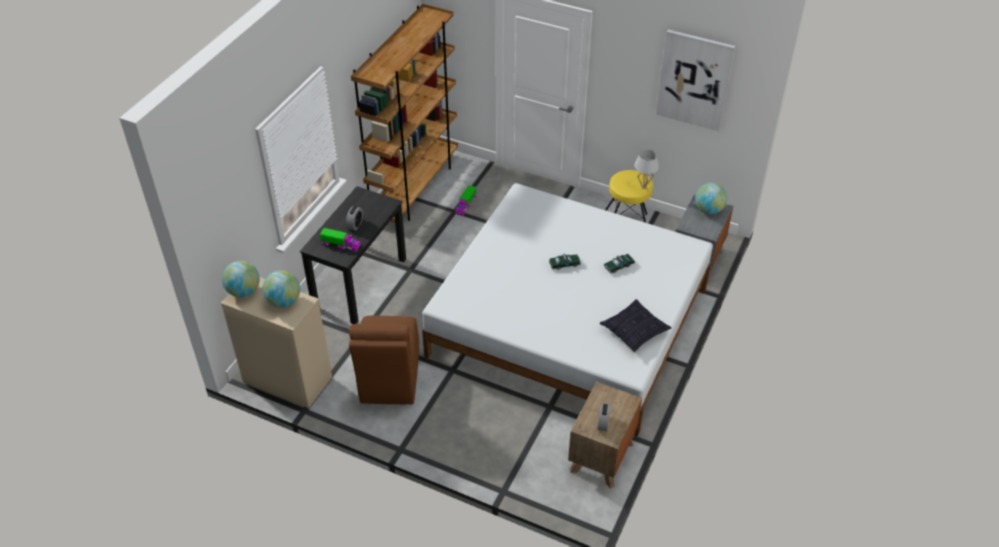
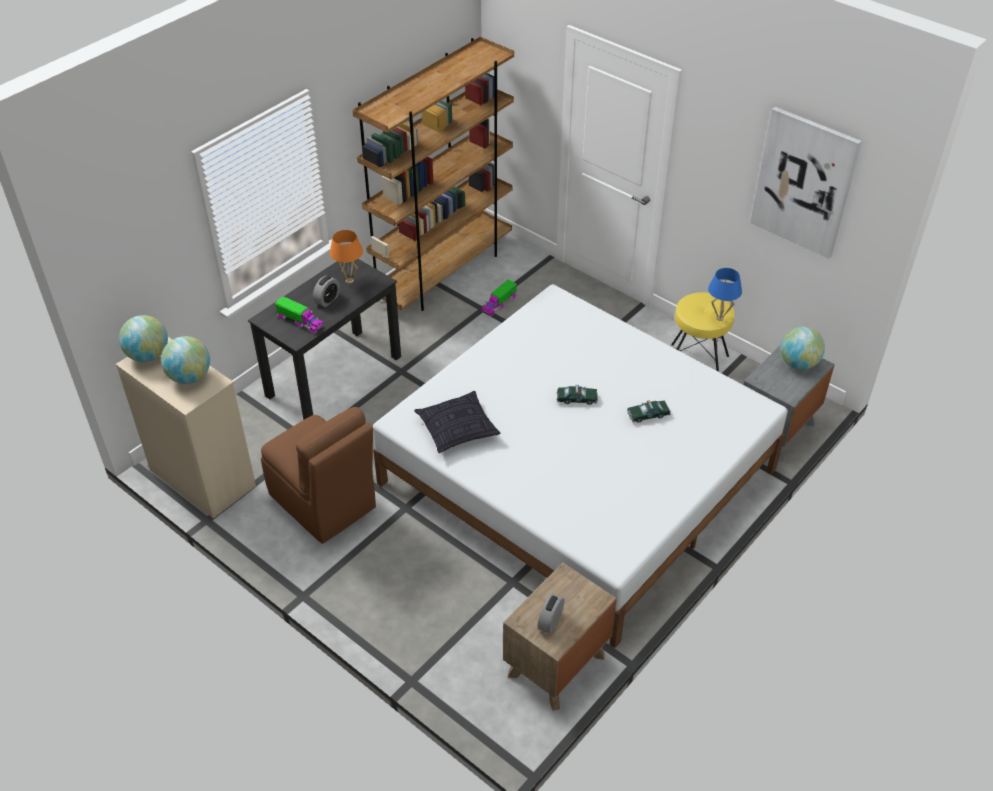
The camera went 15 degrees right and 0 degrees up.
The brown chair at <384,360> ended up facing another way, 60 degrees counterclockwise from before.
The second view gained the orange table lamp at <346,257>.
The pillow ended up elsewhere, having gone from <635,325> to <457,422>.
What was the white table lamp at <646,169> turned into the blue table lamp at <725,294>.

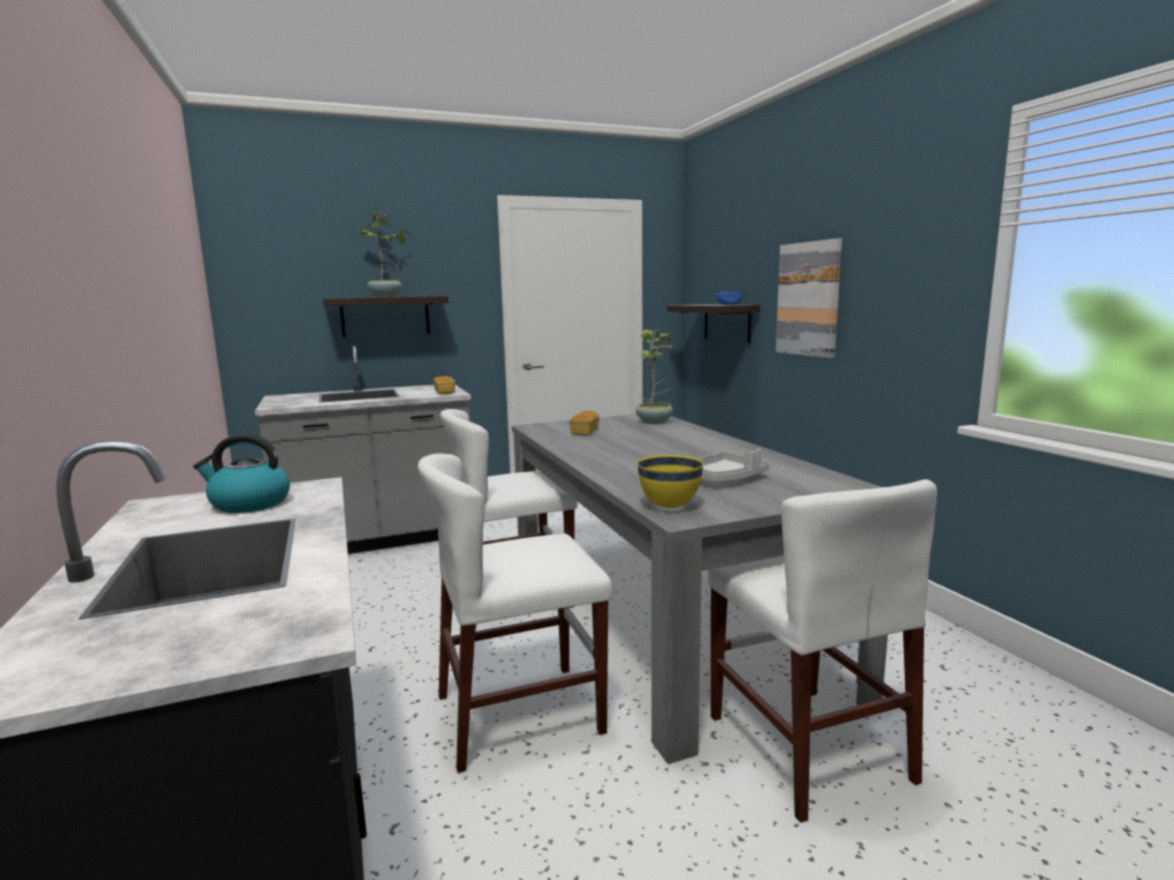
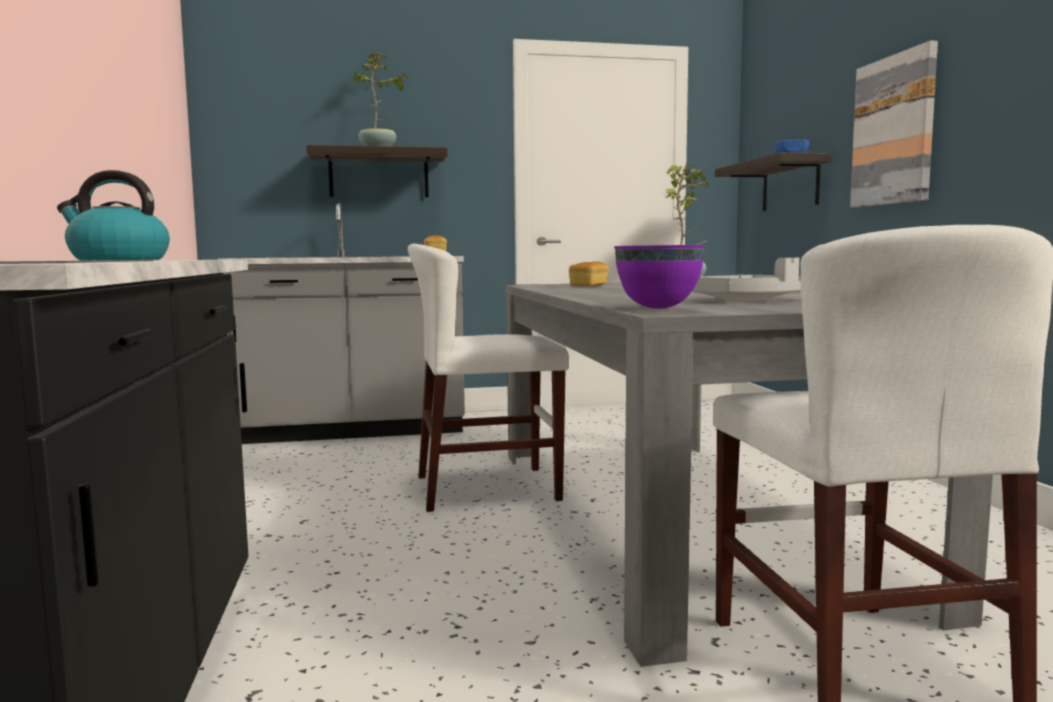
The camera went 10 degrees right and 5 degrees down.
What was the yellow bowl at <670,481> turned into the purple bowl at <660,277>.
The second view lost the white chair at <515,613>.

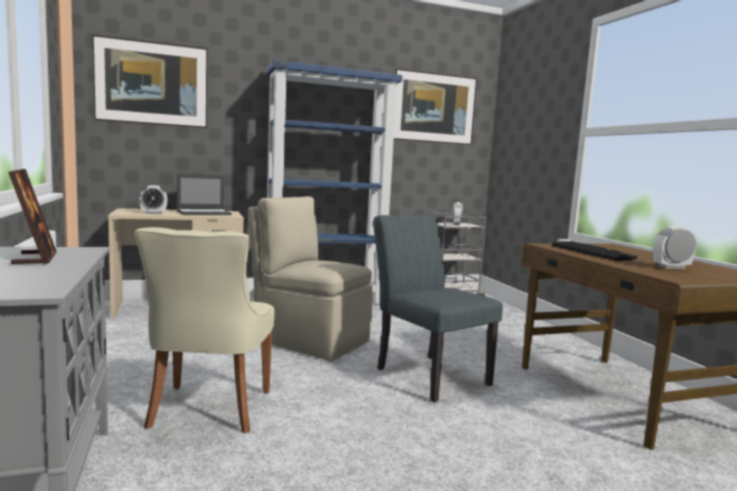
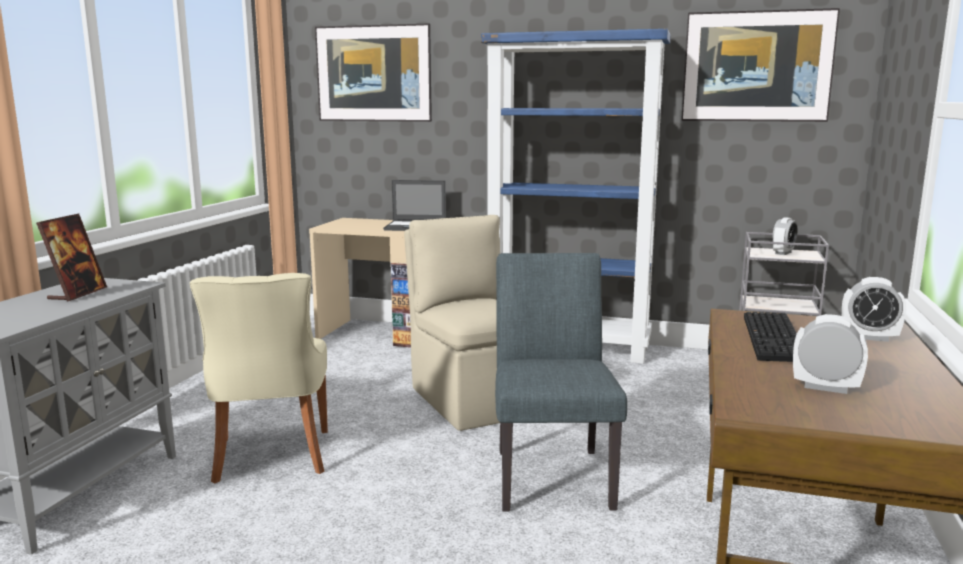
The camera went 35 degrees right and 5 degrees up.
The beige chair at <204,330> ended up facing another way, 45 degrees counterclockwise from before.
The alarm clock ended up elsewhere, having gone from <154,199> to <874,309>.

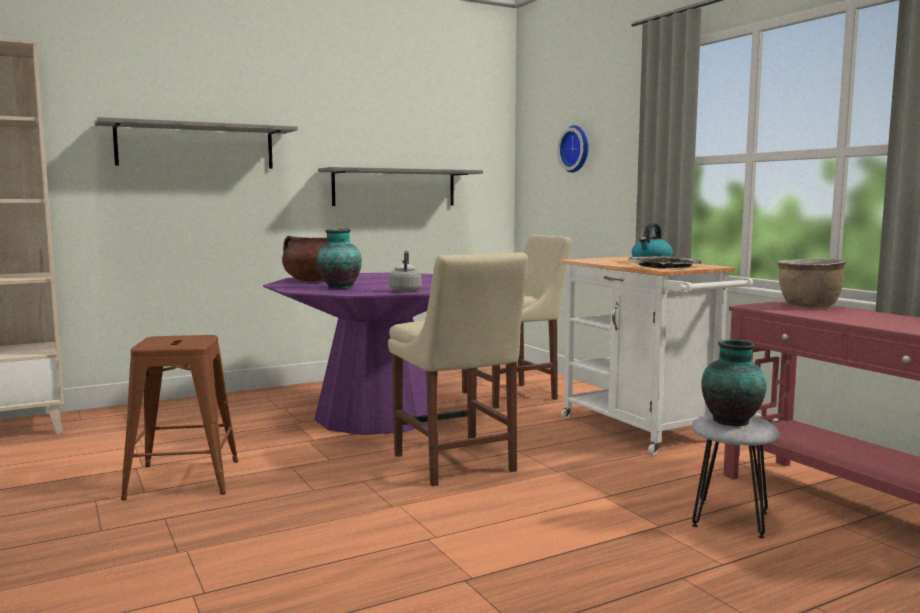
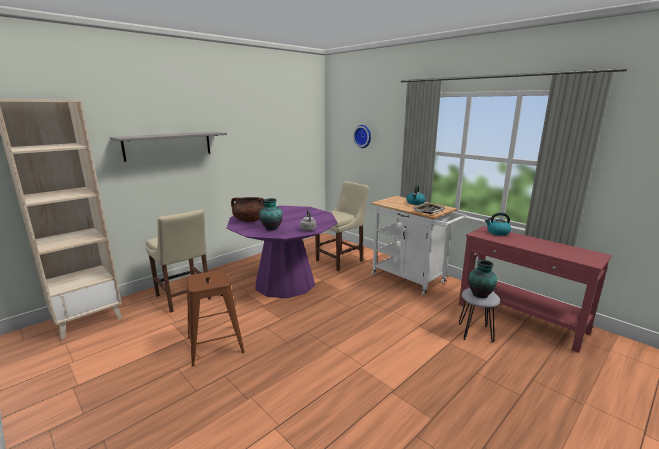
The camera went 15 degrees left and 10 degrees up.
The beige chair ended up elsewhere, having gone from <458,369> to <178,261>.
Where the brown cooking pot stood at <811,283>, the kettle came to stand at <498,224>.
The second view lost the grey shelf at <400,186>.

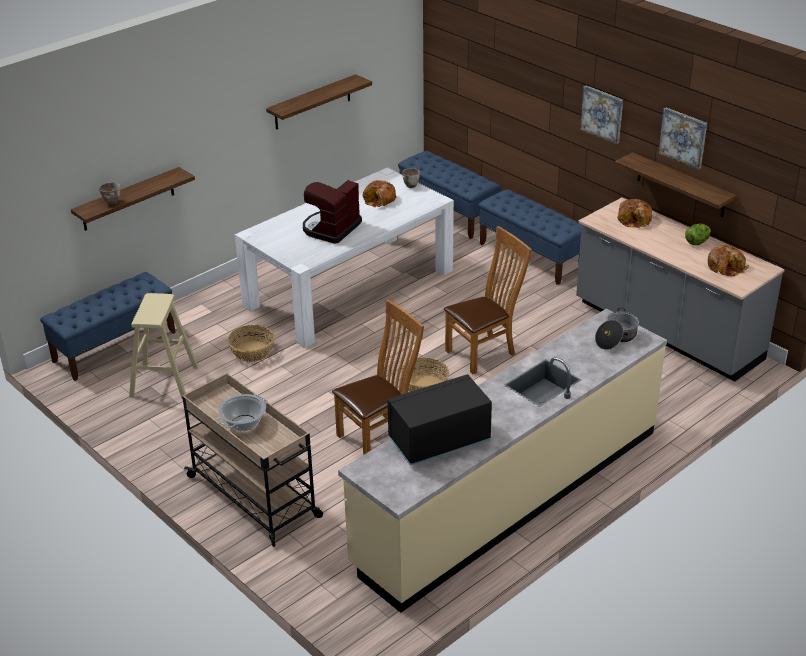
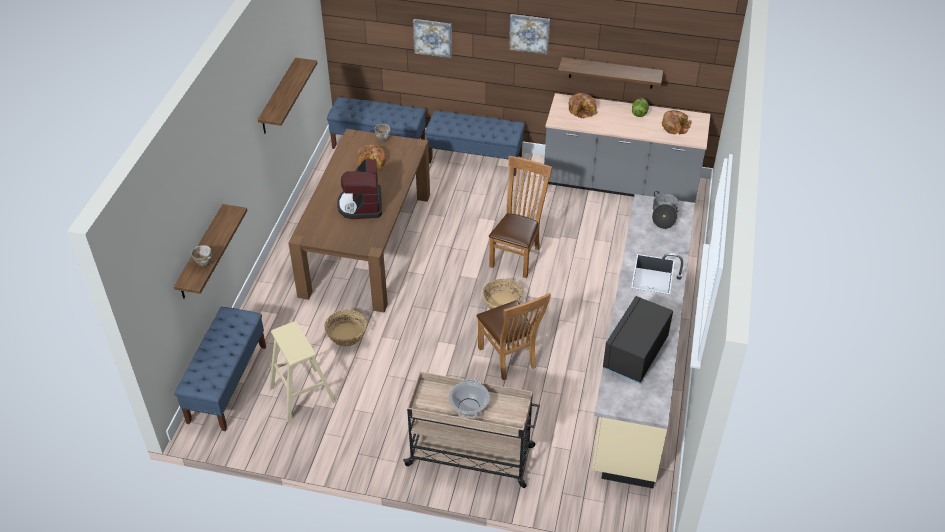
The camera went 35 degrees left and 10 degrees up.
What was the white dining table at <344,257> turned into the brown dining table at <359,220>.
The picture ended up elsewhere, having gone from <682,139> to <432,38>.
The brown chair at <378,377> ended up facing another way, 135 degrees clockwise from before.

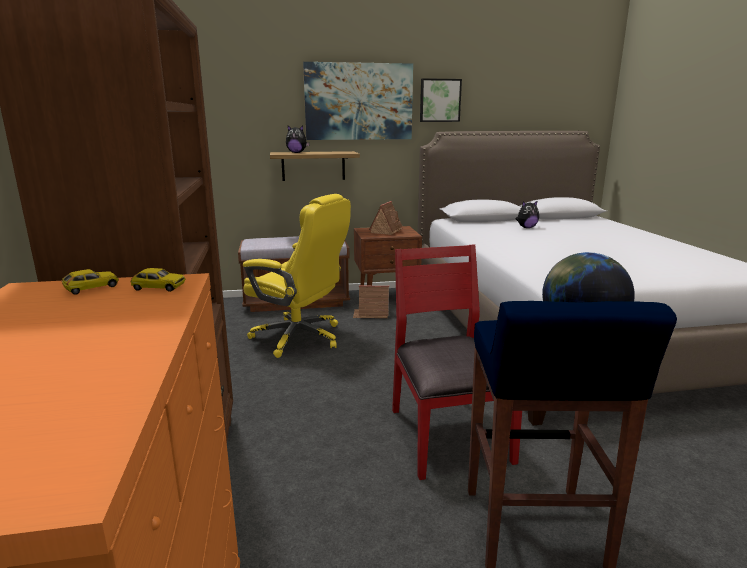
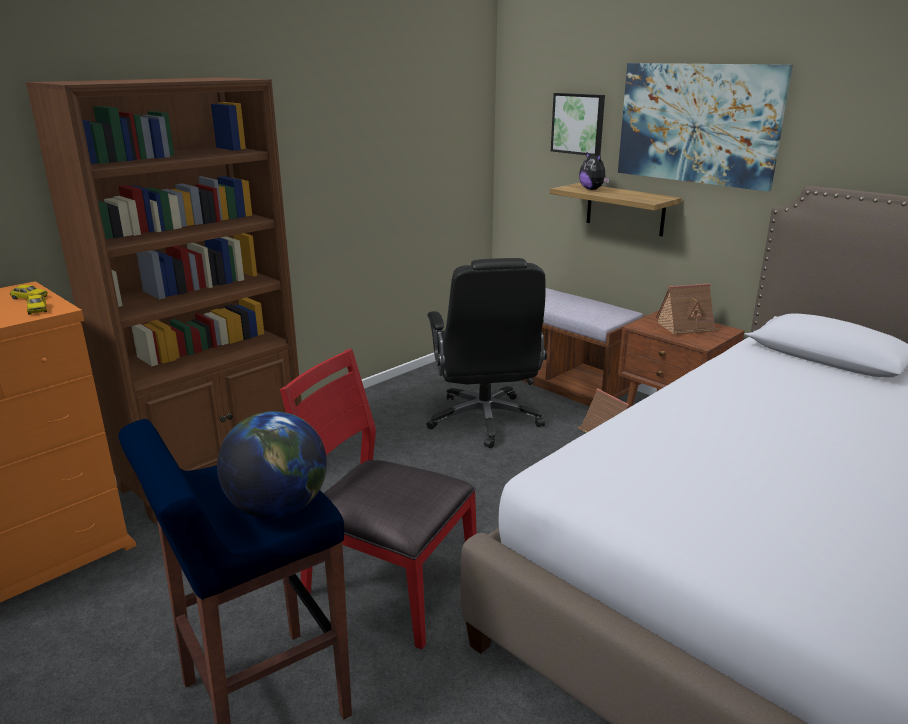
The camera went 55 degrees right and 5 degrees up.
The red chair at <457,362> ended up facing another way, 105 degrees counterclockwise from before.
What was the yellow office chair at <297,276> turned into the black office chair at <486,353>.
The picture ended up elsewhere, having gone from <441,100> to <578,124>.
The second view lost the plush toy at <527,214>.

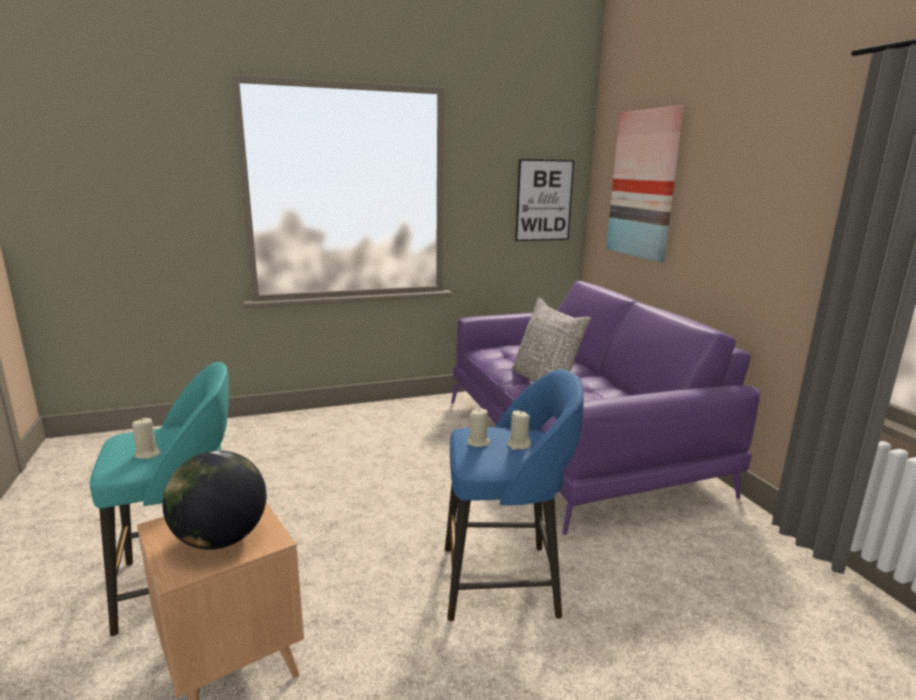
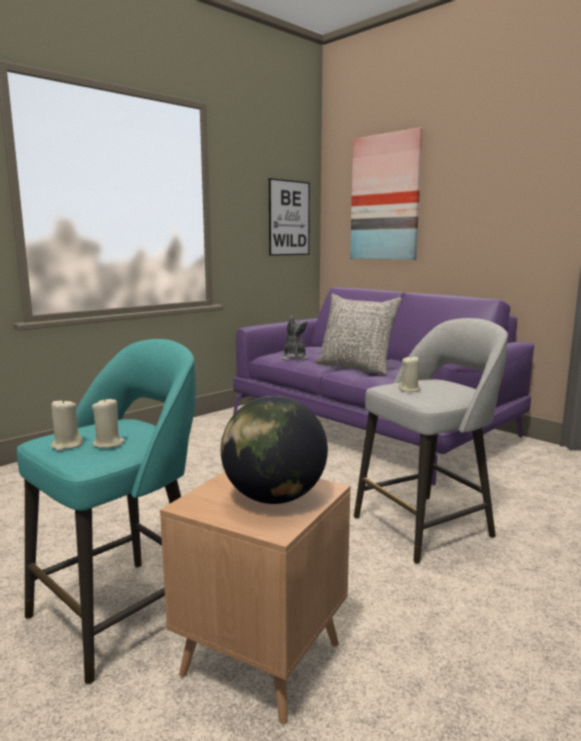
The camera went 25 degrees left and 5 degrees down.
The beige candle ended up elsewhere, having gone from <519,430> to <67,425>.
The second view gained the plush toy at <294,338>.
What was the blue stool at <514,495> turned into the grey stool at <431,441>.

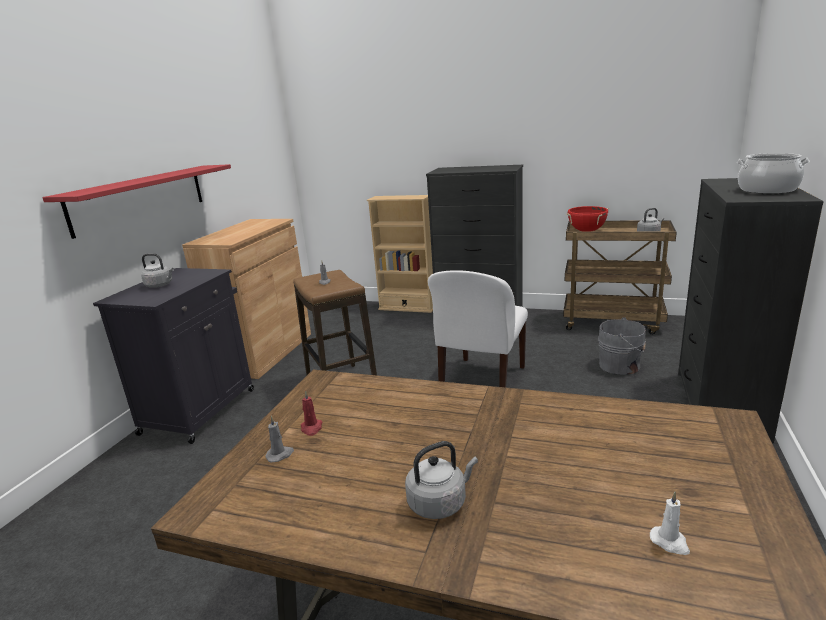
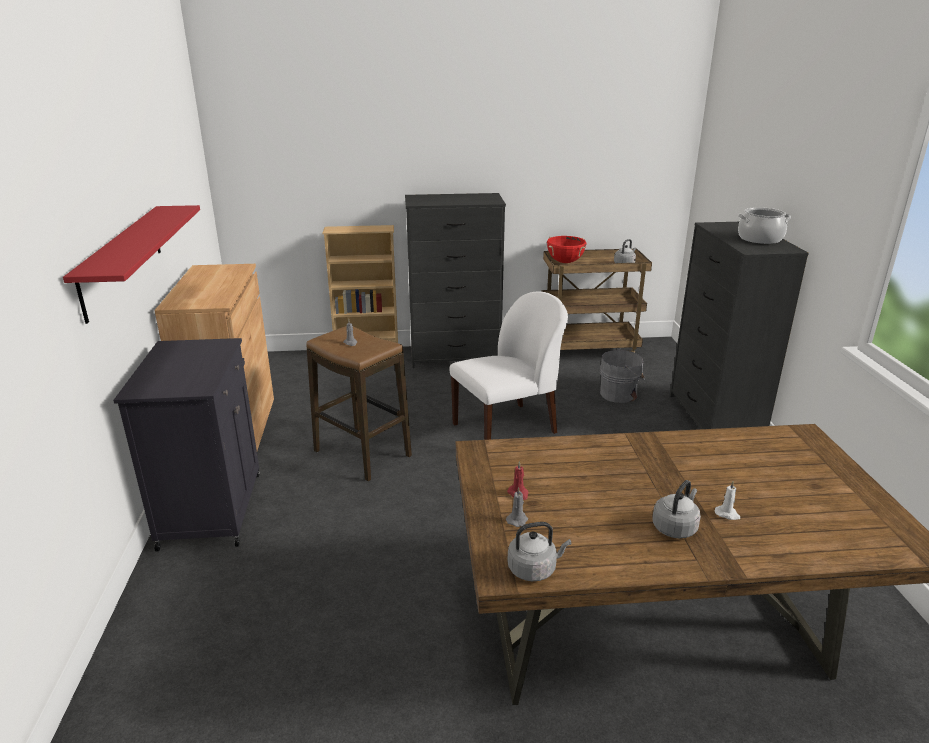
The camera went 25 degrees left and 5 degrees up.
The white chair at <478,328> ended up facing another way, 120 degrees counterclockwise from before.
The grey kettle ended up elsewhere, having gone from <157,270> to <539,551>.
The white candle ended up elsewhere, having gone from <670,523> to <727,500>.

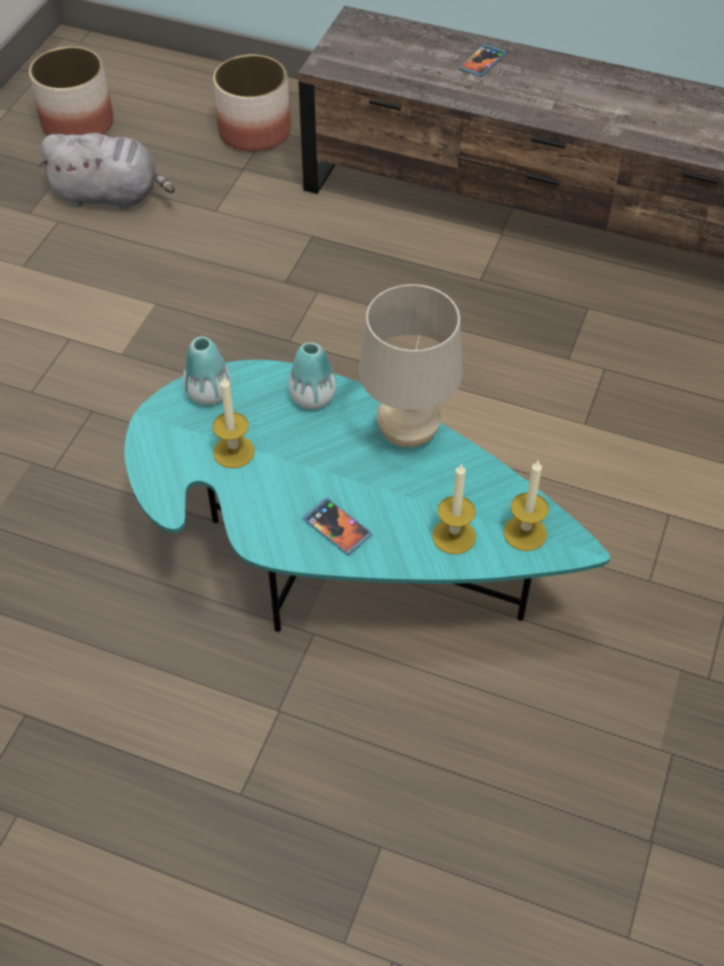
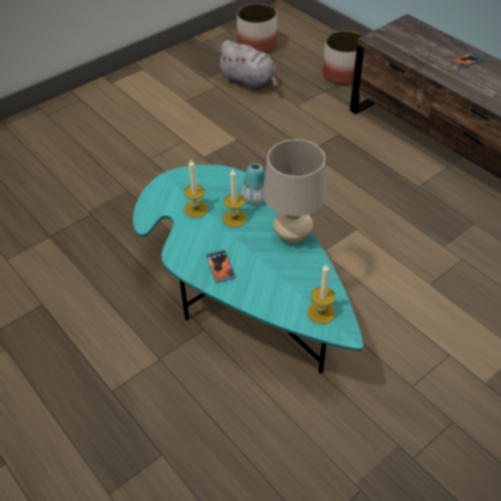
The camera went 30 degrees right and 5 degrees down.
The candle ended up elsewhere, having gone from <454,508> to <235,198>.
The second view lost the vase at <207,370>.

